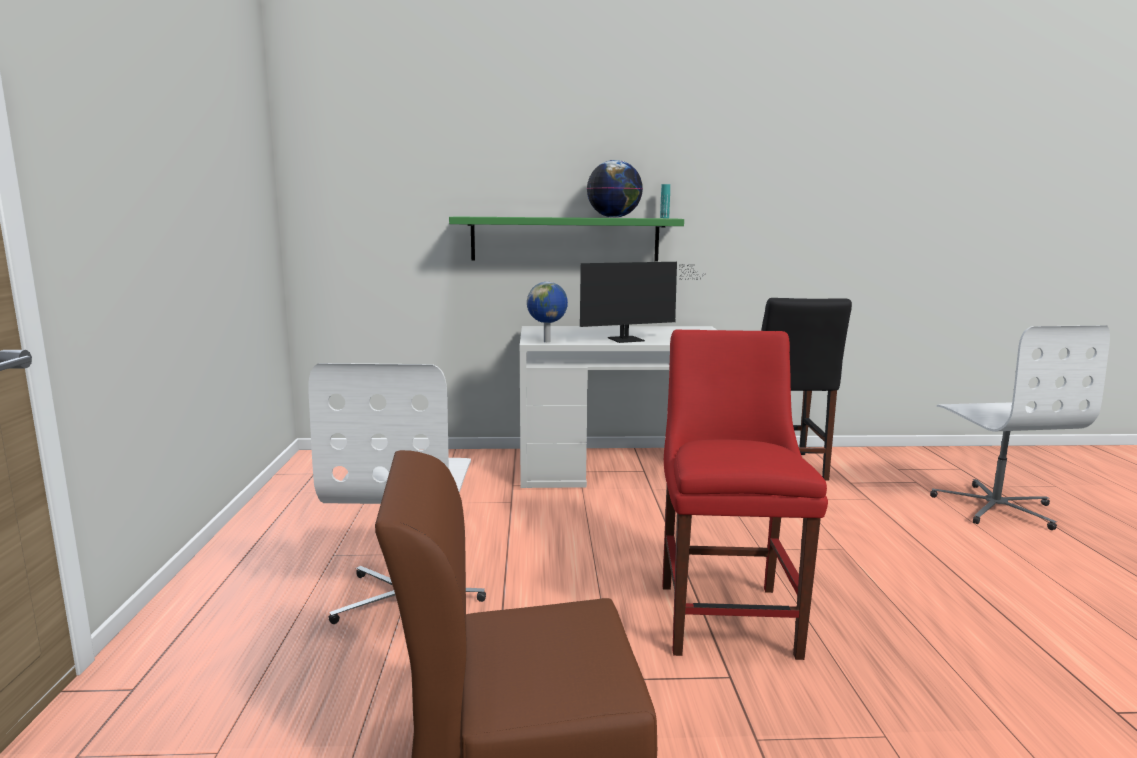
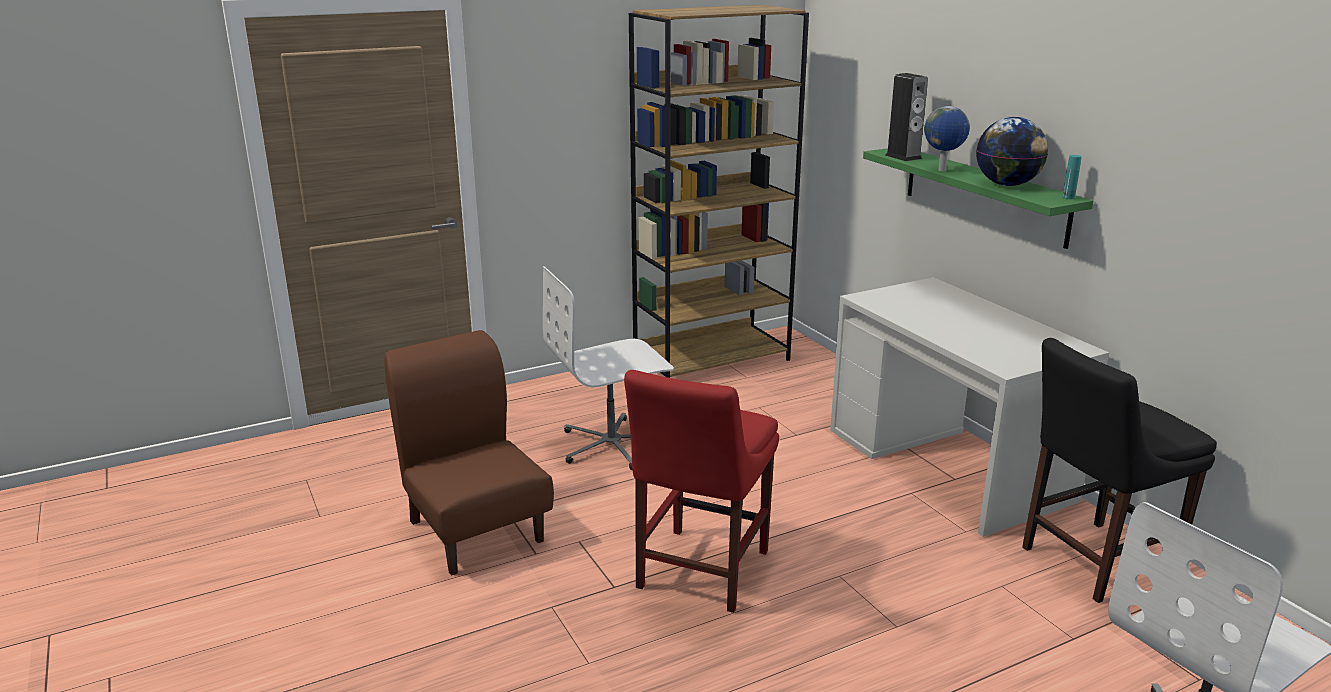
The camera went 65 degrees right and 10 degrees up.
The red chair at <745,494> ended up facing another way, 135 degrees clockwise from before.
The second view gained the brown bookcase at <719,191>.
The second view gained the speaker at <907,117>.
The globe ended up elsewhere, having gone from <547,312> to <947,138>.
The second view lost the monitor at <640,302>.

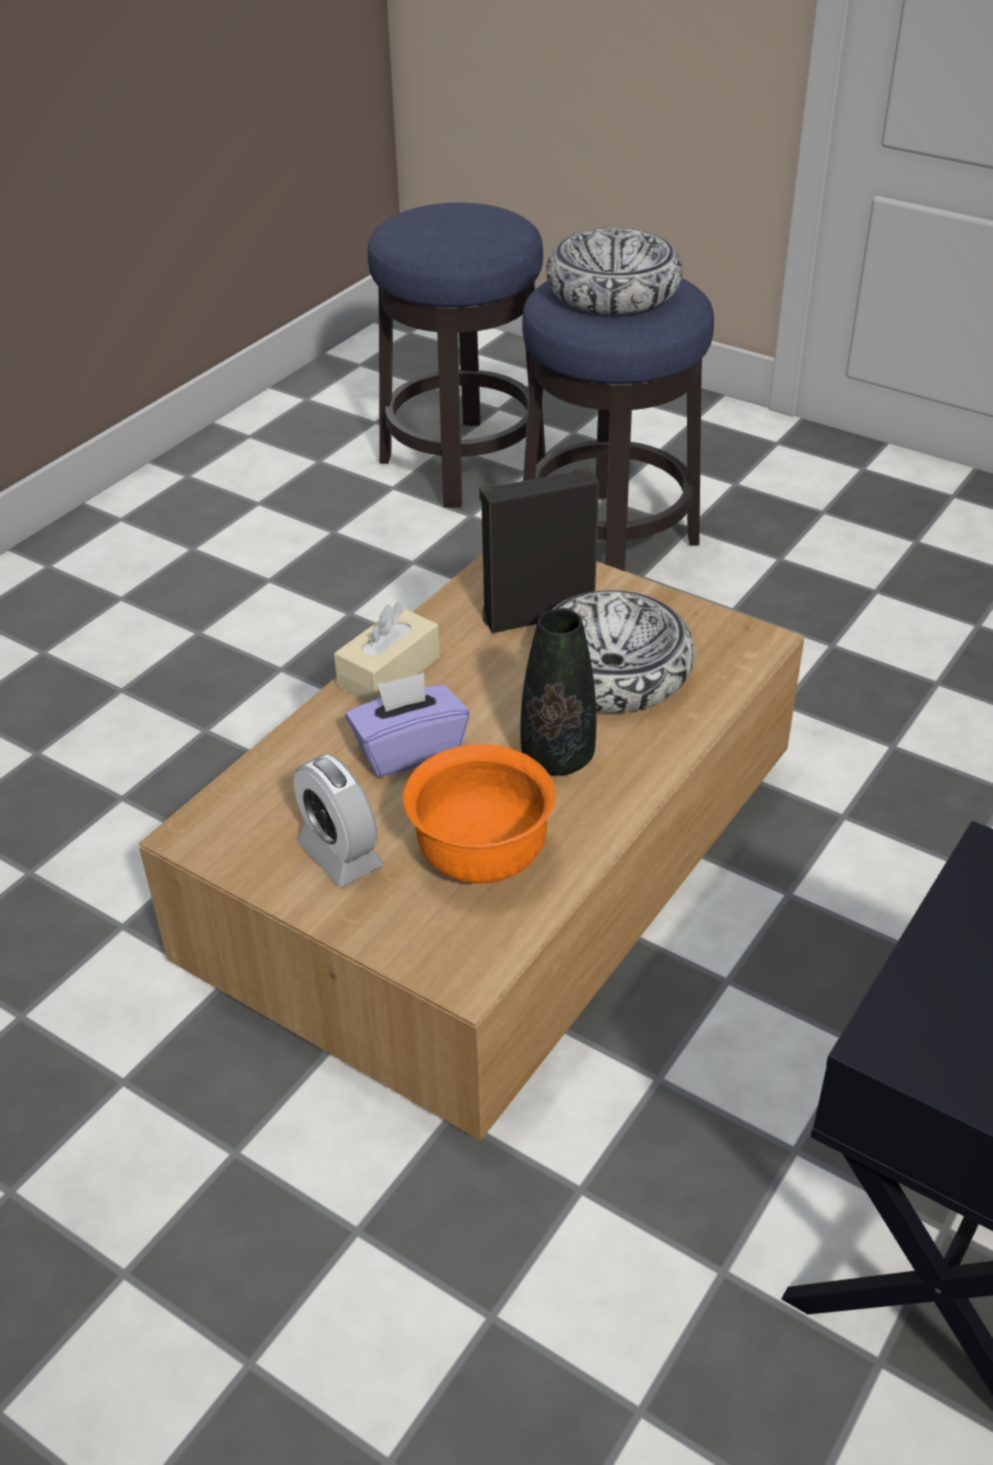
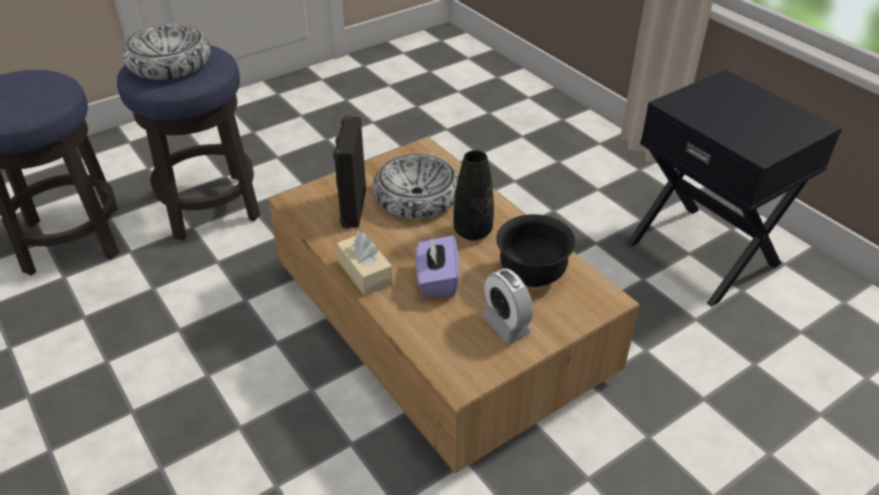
The camera went 70 degrees left and 0 degrees up.
The alarm clock at <339,820> ended up facing another way, 75 degrees clockwise from before.
What was the orange bowl at <479,814> turned into the black bowl at <536,250>.

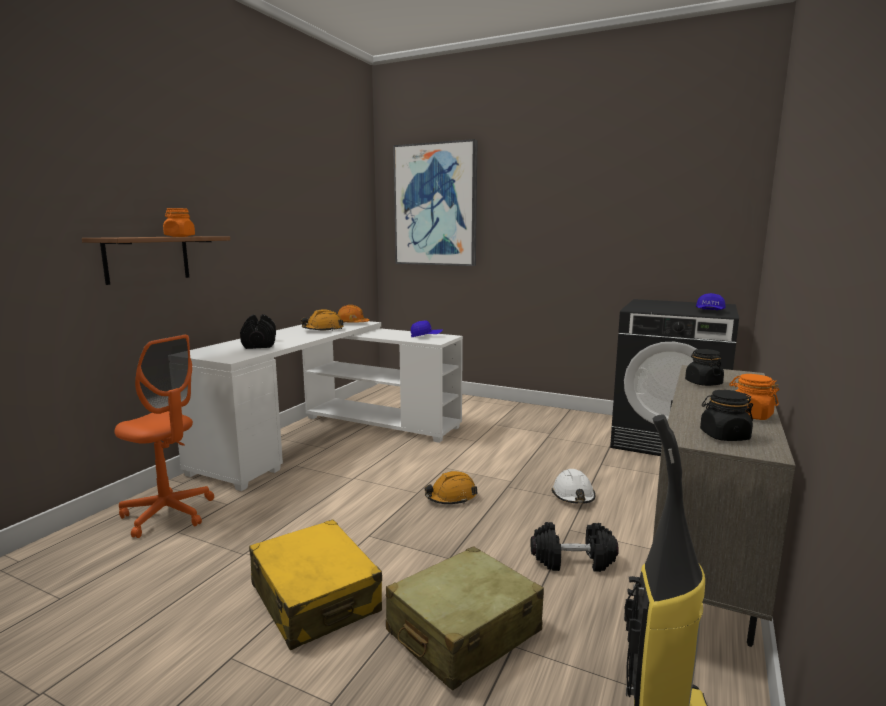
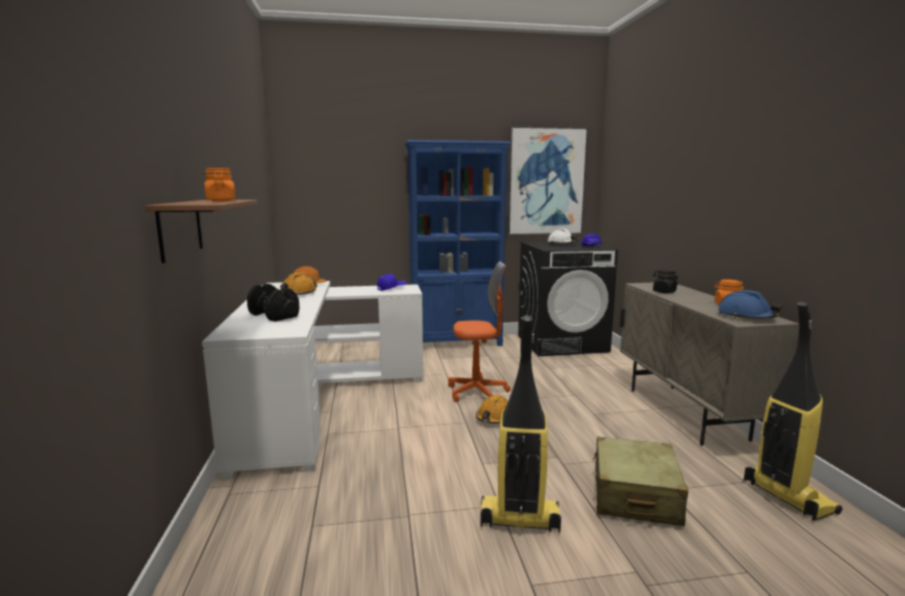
The camera went 35 degrees left and 0 degrees up.
The second view gained the blue bookcase at <458,243>.
The orange office chair ended up elsewhere, having gone from <164,436> to <479,331>.
Where the yellow suitcase stood at <315,585>, the vacuum cleaner came to stand at <520,424>.
The picture ended up elsewhere, having gone from <435,202> to <547,181>.
The white hard hat ended up elsewhere, having gone from <573,486> to <562,236>.
Where the black jar stood at <726,415>, the blue hard hat came to stand at <750,304>.
The second view lost the black dumbbell at <575,547>.

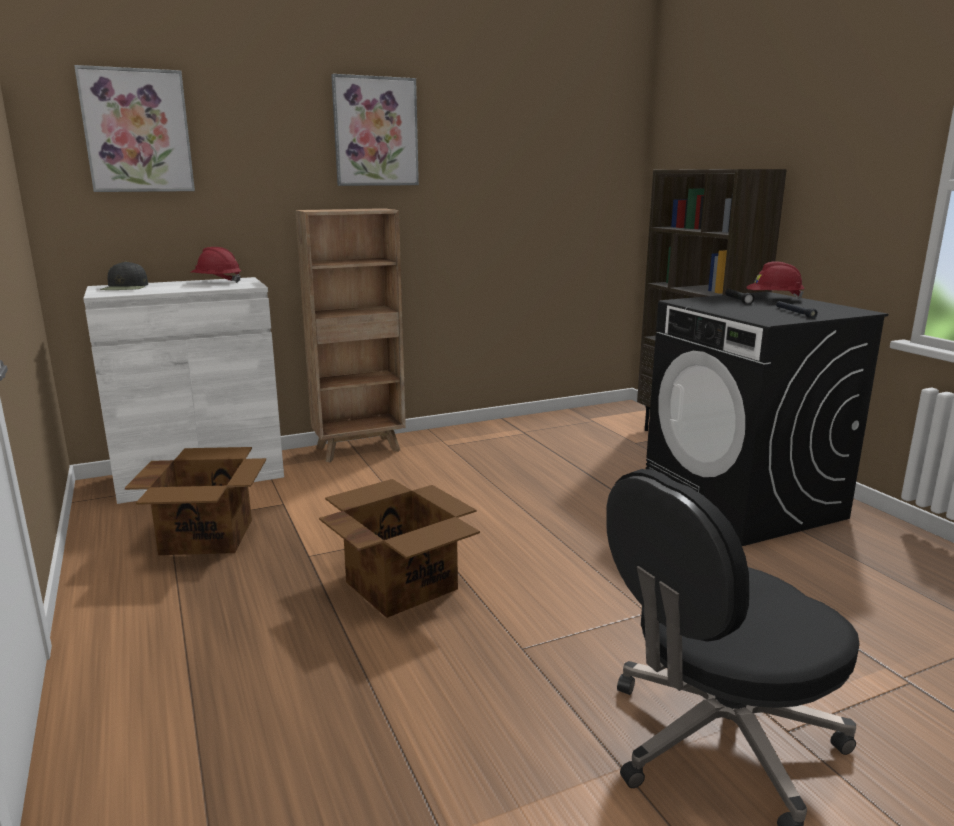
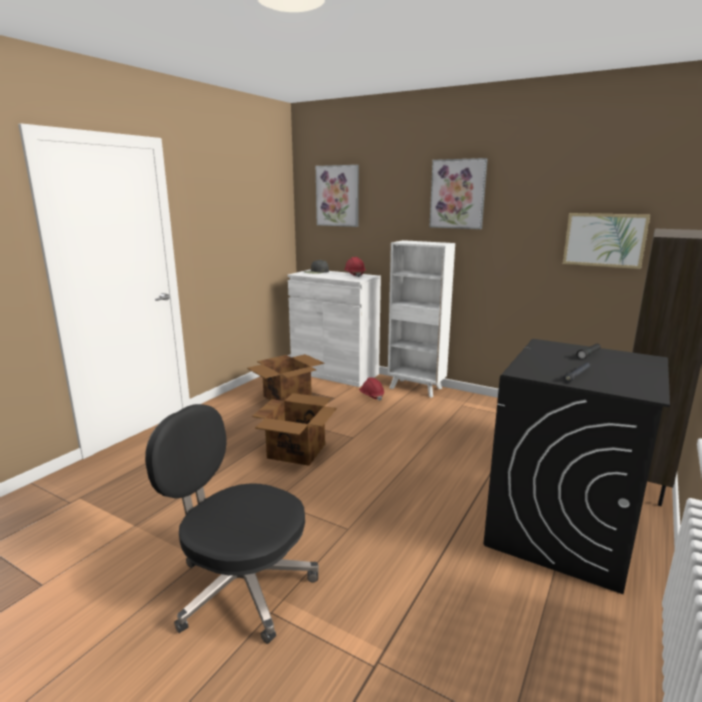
The camera went 55 degrees right and 0 degrees up.
The red hard hat ended up elsewhere, having gone from <775,280> to <371,389>.
What was the brown bookcase at <350,335> turned into the white bookcase at <421,319>.
The second view gained the picture at <606,241>.

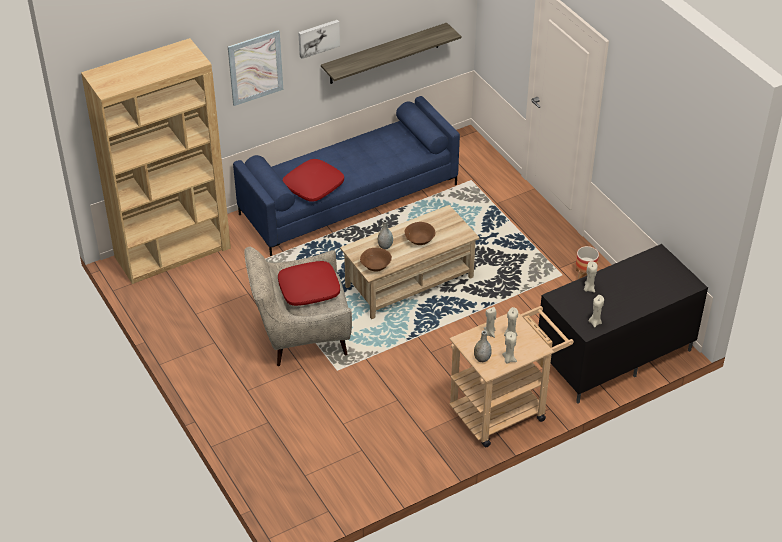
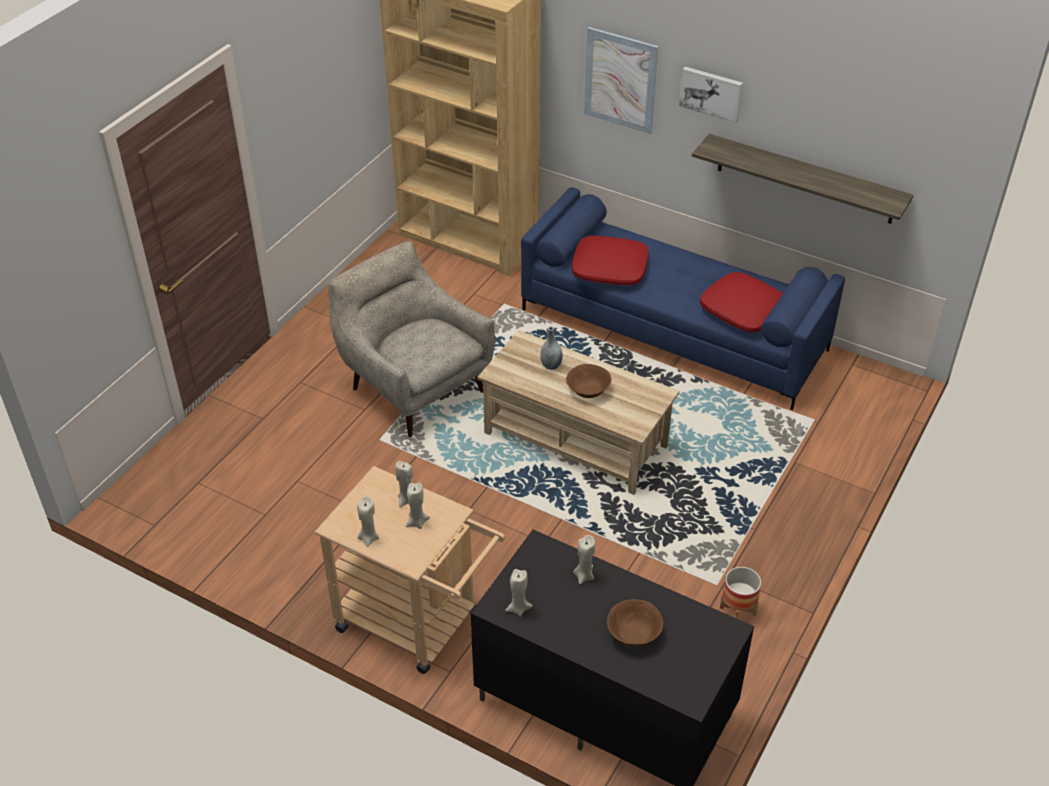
The camera went 60 degrees right and 0 degrees up.
The brown bowl ended up elsewhere, having gone from <376,260> to <635,622>.
The red pillow ended up elsewhere, having gone from <309,283> to <741,302>.
The second view lost the grey vase at <483,346>.

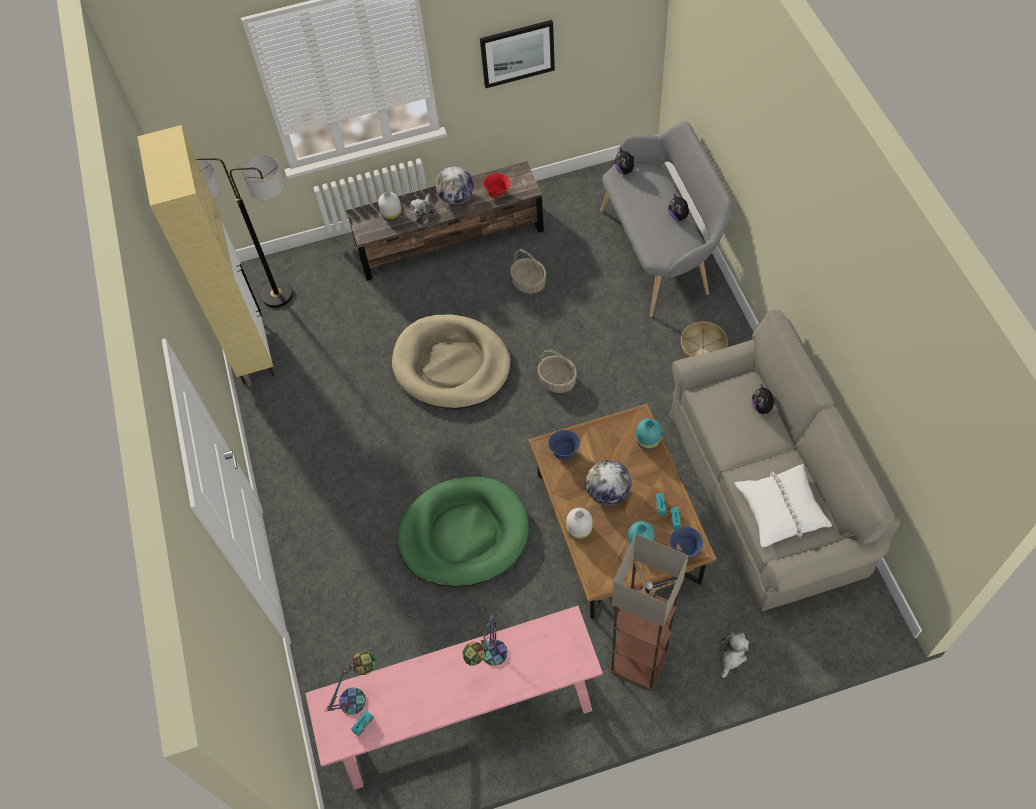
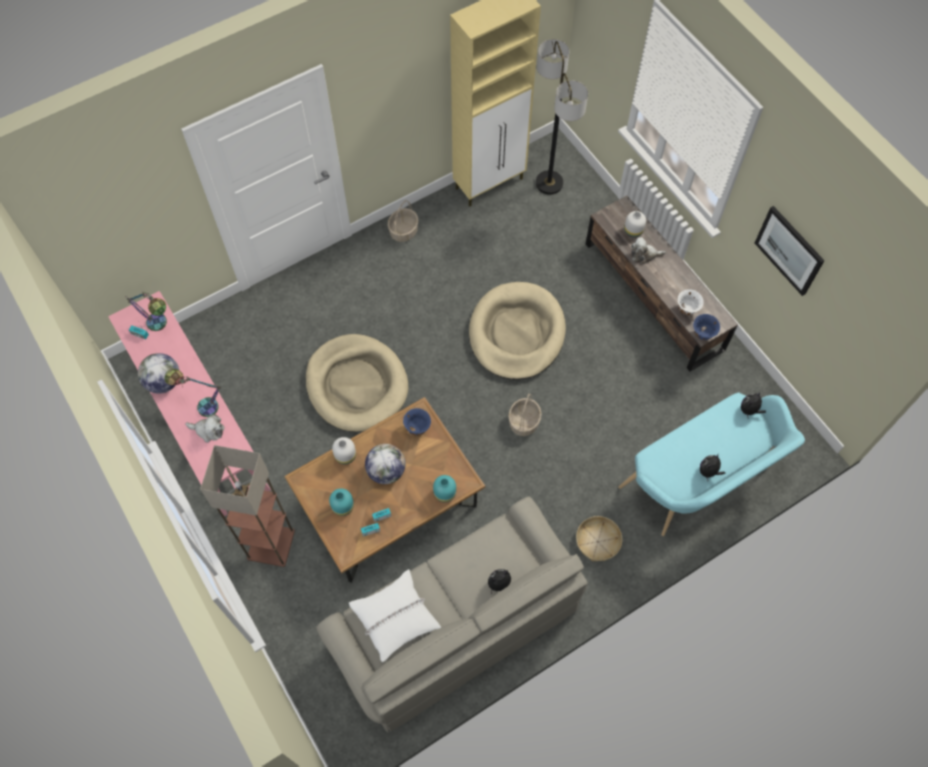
The camera went 70 degrees right and 5 degrees up.
The globe ended up elsewhere, having gone from <454,185> to <158,373>.
The plush toy ended up elsewhere, having gone from <734,655> to <204,428>.
What was the green dog bed at <463,531> turned into the beige dog bed at <357,383>.
The basket ended up elsewhere, having gone from <528,271> to <403,221>.
What was the grey bench at <666,219> turned into the turquoise bench at <711,464>.
What was the red bowl at <496,186> turned into the white bowl at <691,302>.
The blue bowl ended up elsewhere, having gone from <686,543> to <706,327>.

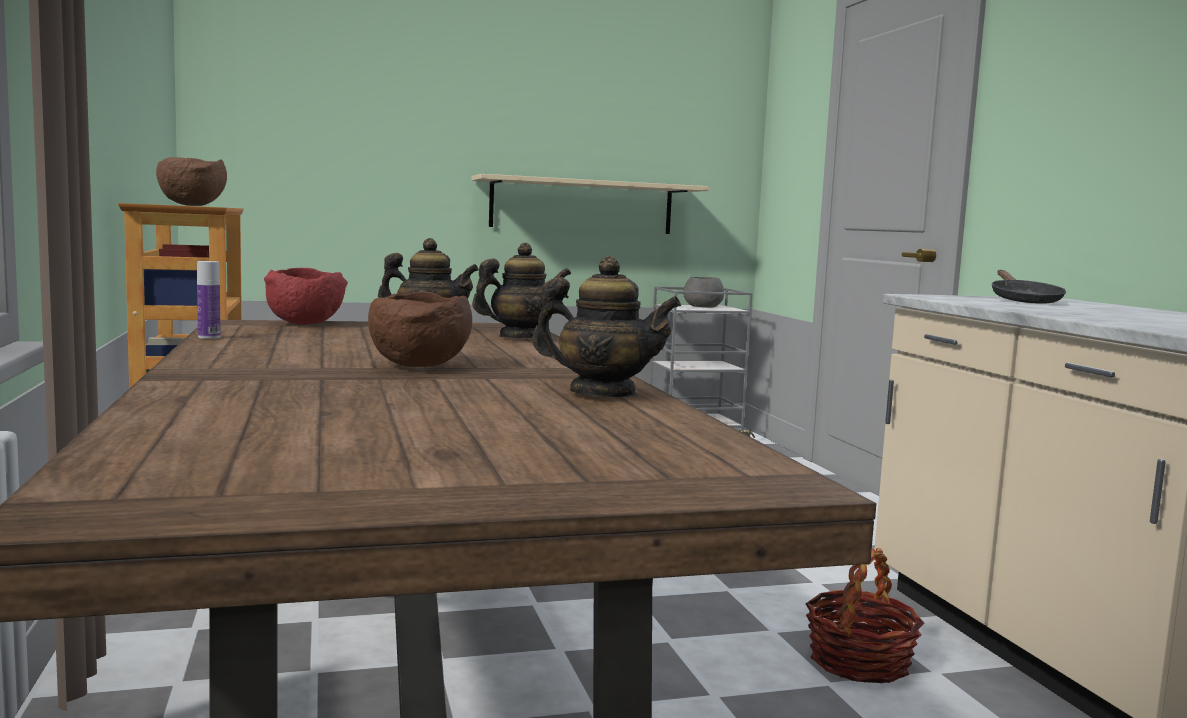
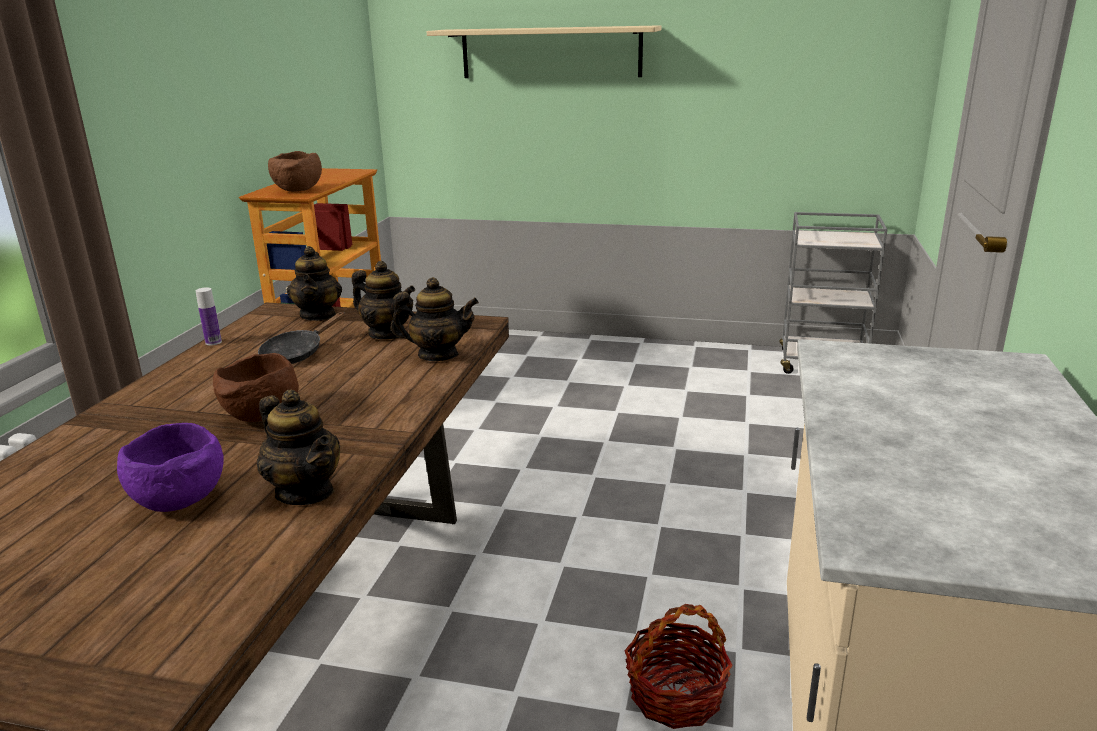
The camera went 30 degrees right and 15 degrees up.
The second view gained the purple bowl at <170,467>.
The black frying pan ended up elsewhere, having gone from <1029,287> to <301,338>.
Where the red bowl stood at <306,296>, the teapot came to stand at <314,283>.
The beige shelf ended up elsewhere, having gone from <590,204> to <544,51>.
The second view lost the grey bowl at <703,292>.

